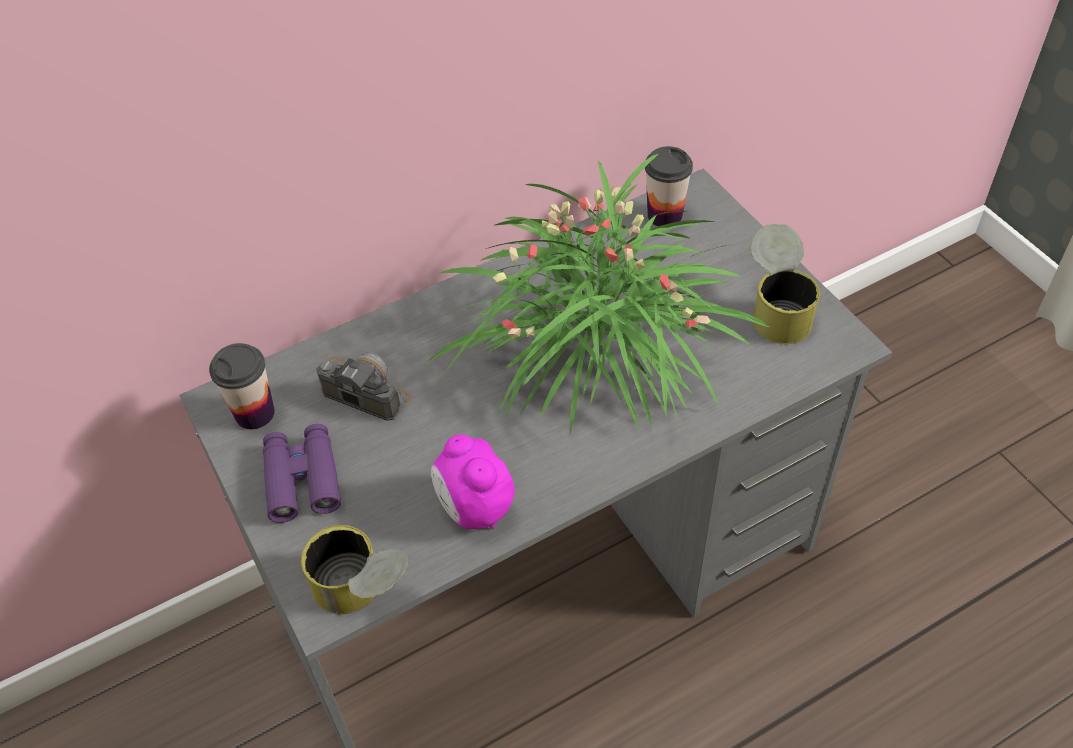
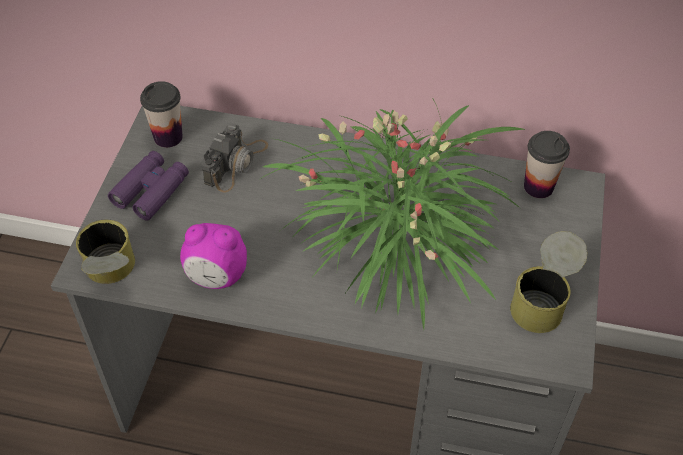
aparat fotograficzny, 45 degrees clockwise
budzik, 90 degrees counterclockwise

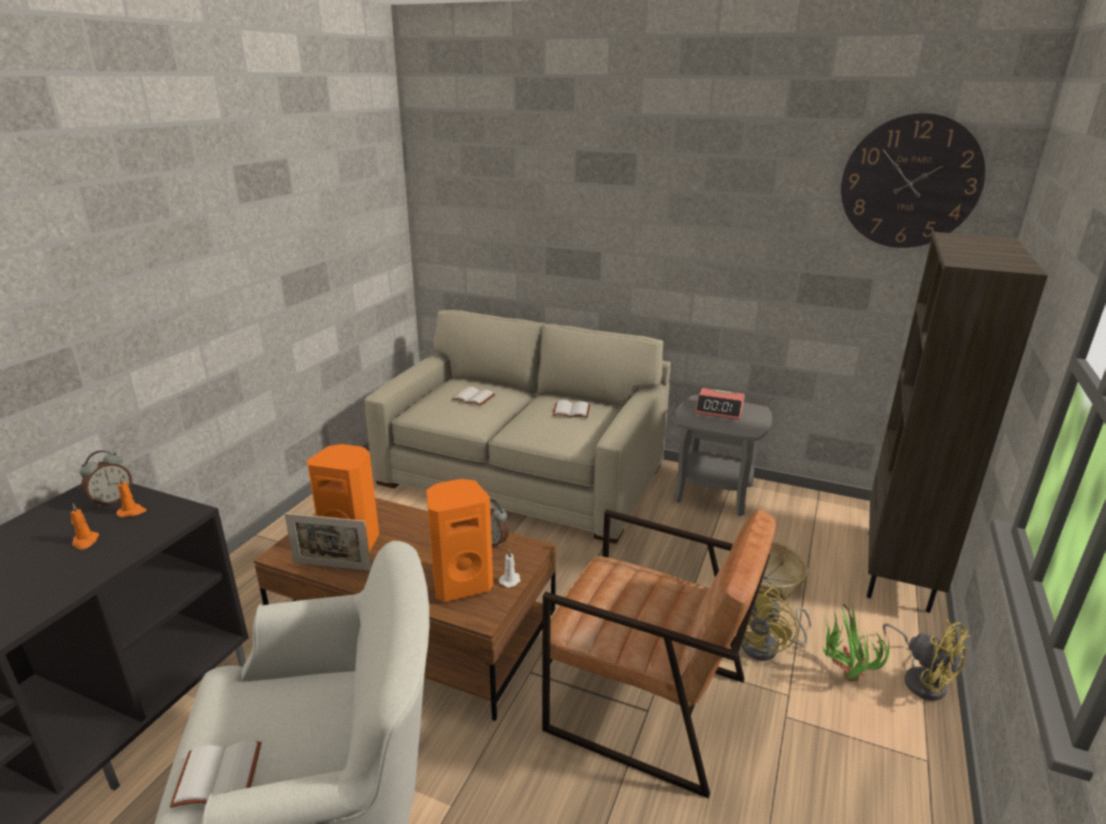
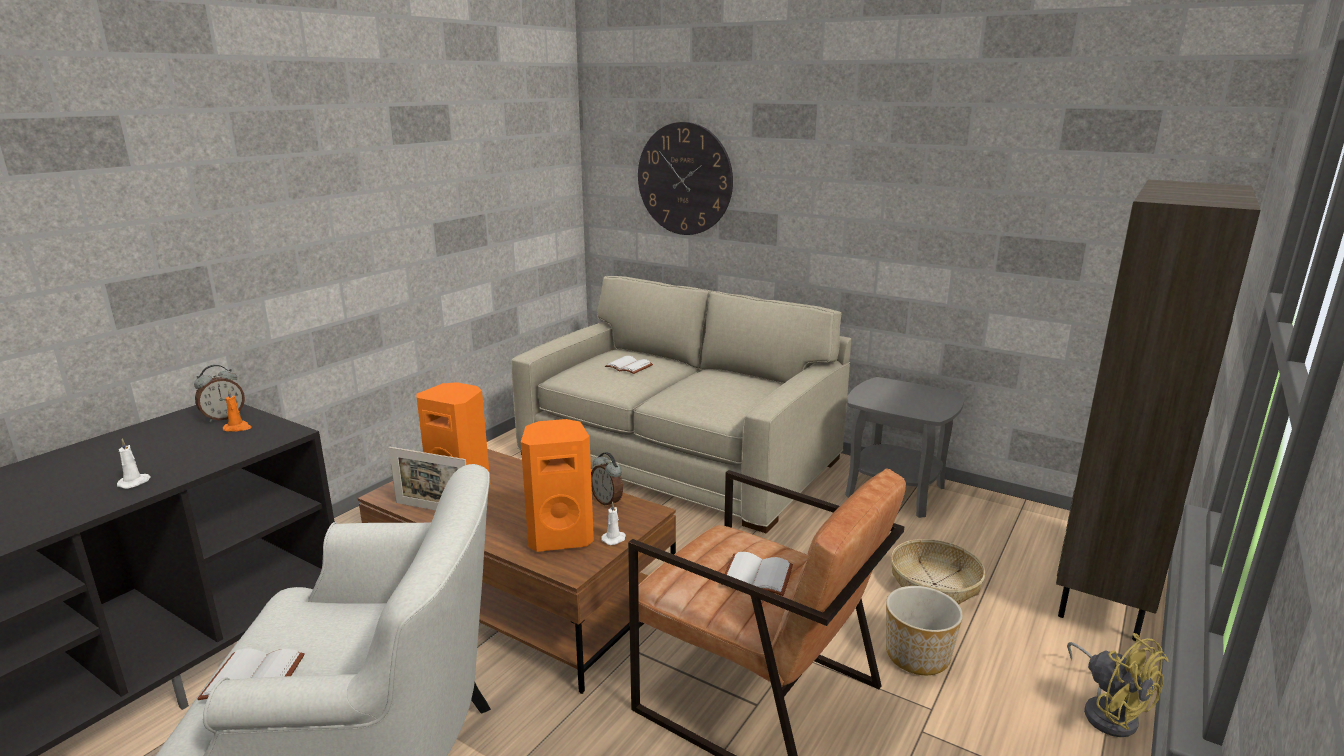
zegar ścienny, moved
budzik (3rd from left) → -
książka/biały (3rd from left), moved
świeca/pomarańczowy (1st from left) → -
wentylator/żółty (1st from left) → donica
roślina doniczkowa → -
- → świeca/biały (1st from left)

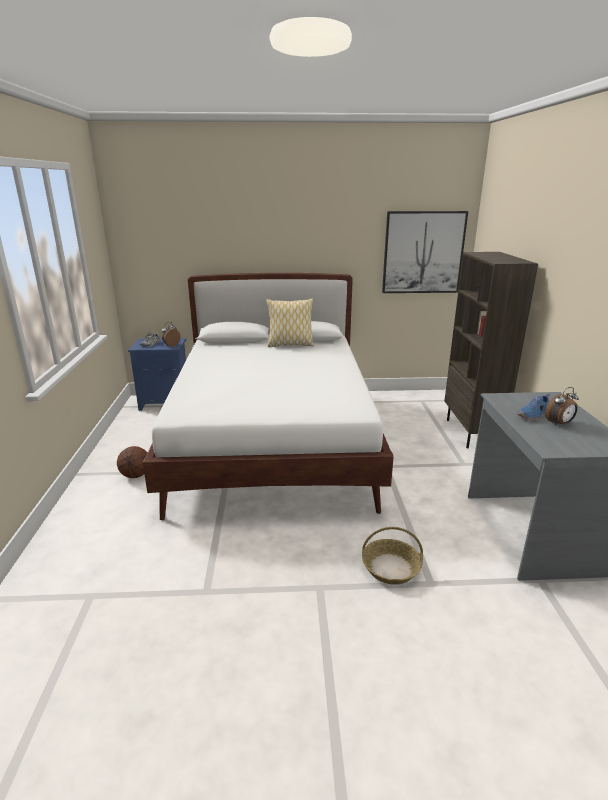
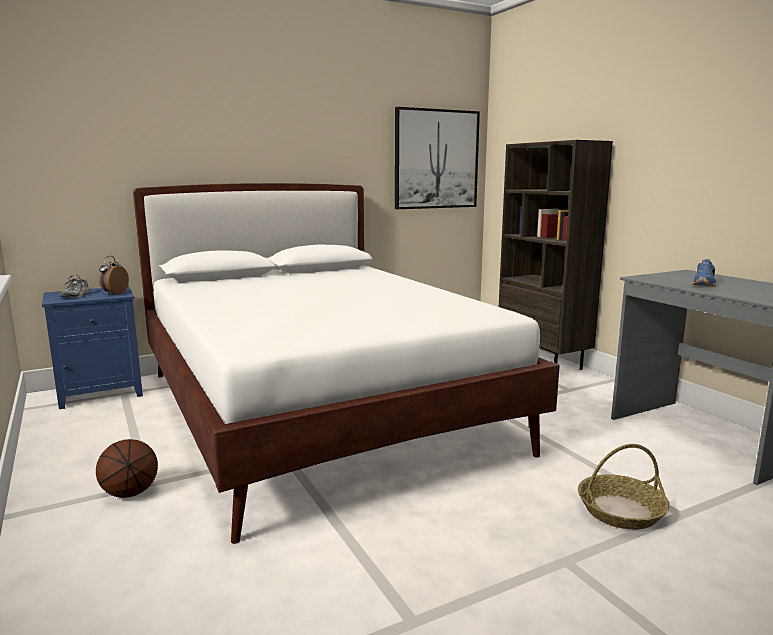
poduszka → -
budzik (2nd from left) → -

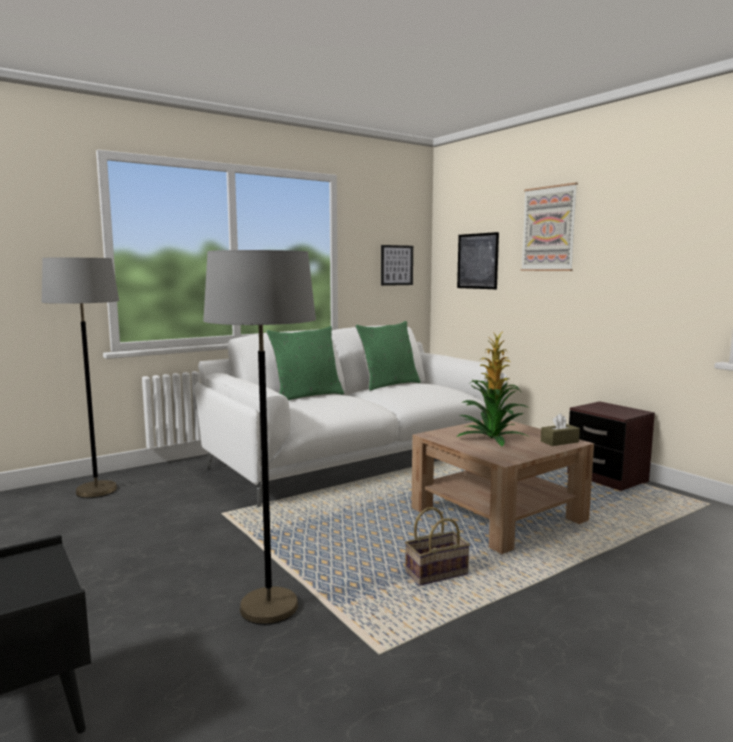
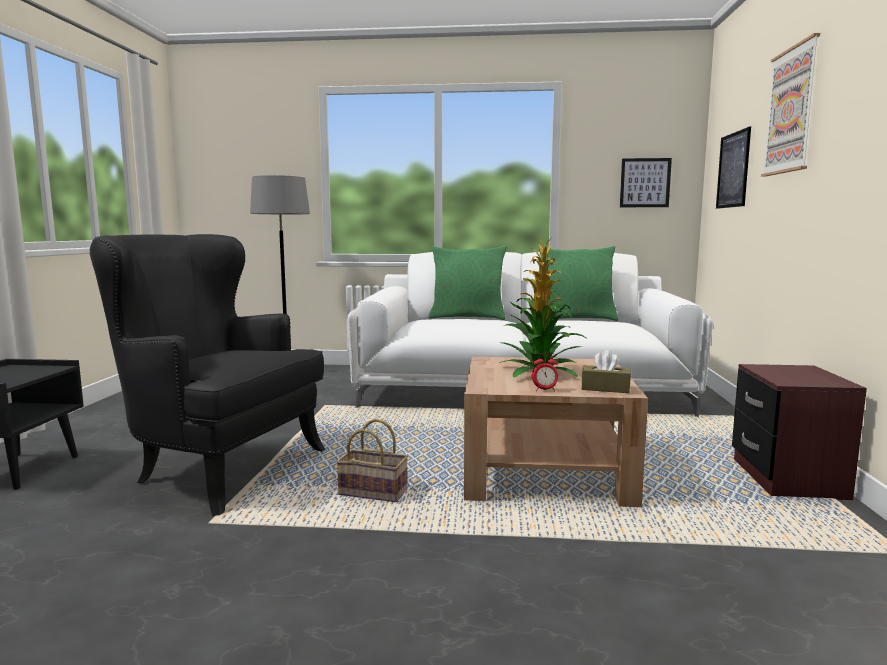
lampa stojąca/szary (2nd from left) → fotel/czarny
- → budzik

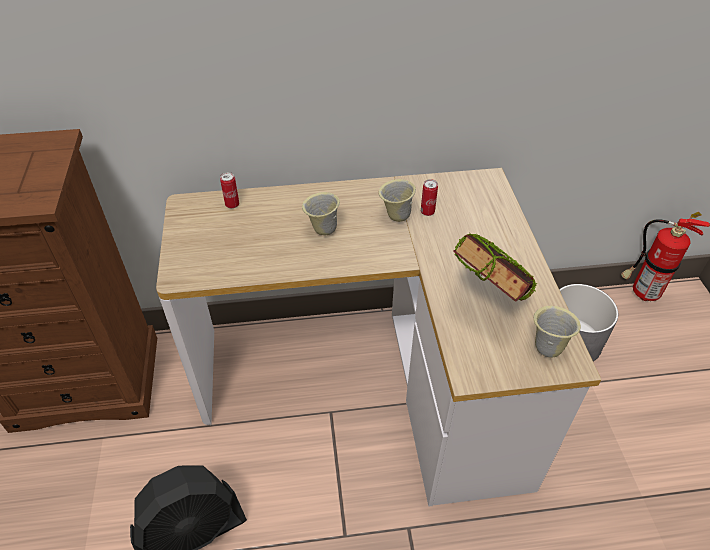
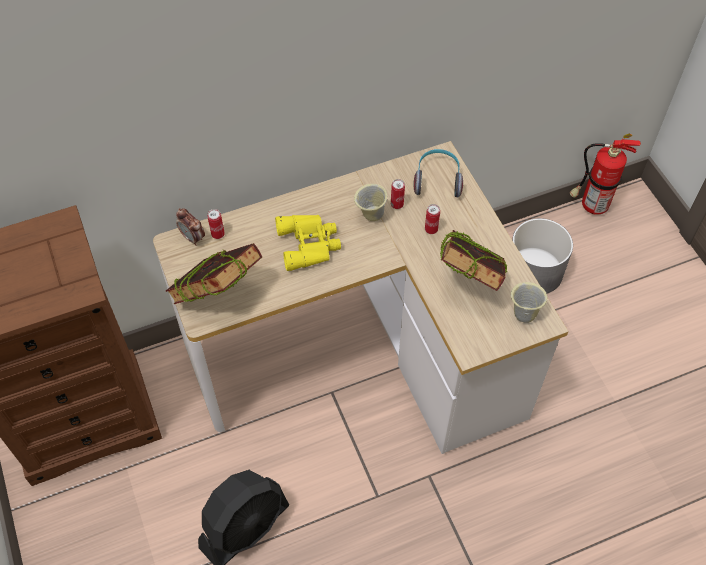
kubek/beżowy (1st from left) → lornetka/żółty
- → słuchawki
- → puszka (3rd from left)
- → budzik
- → książka (1st from left)

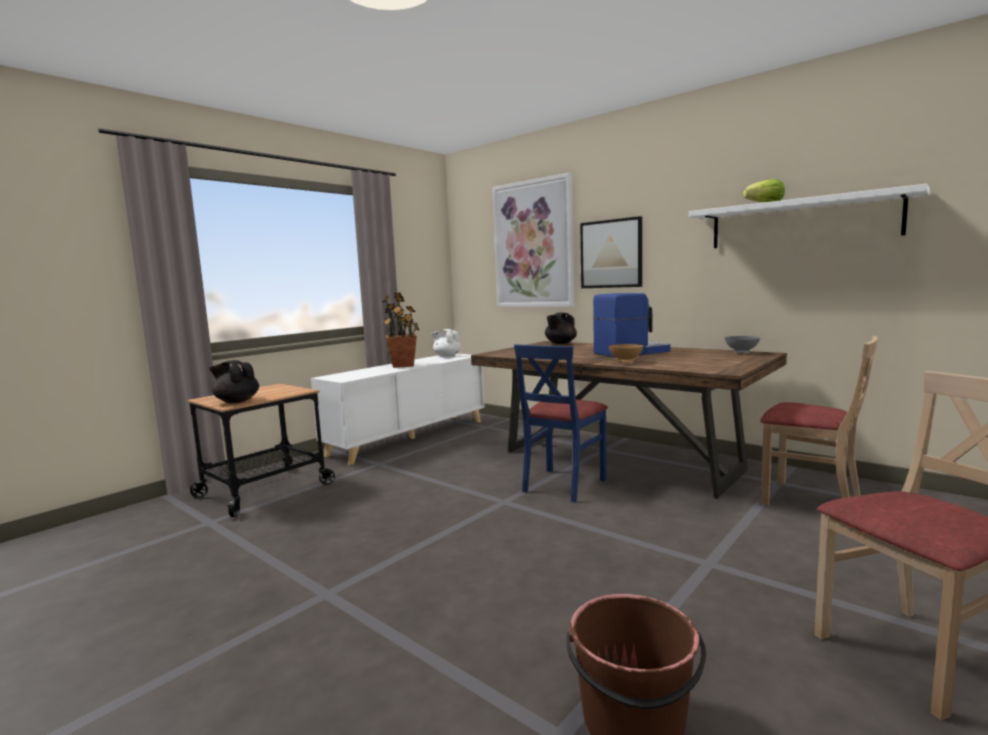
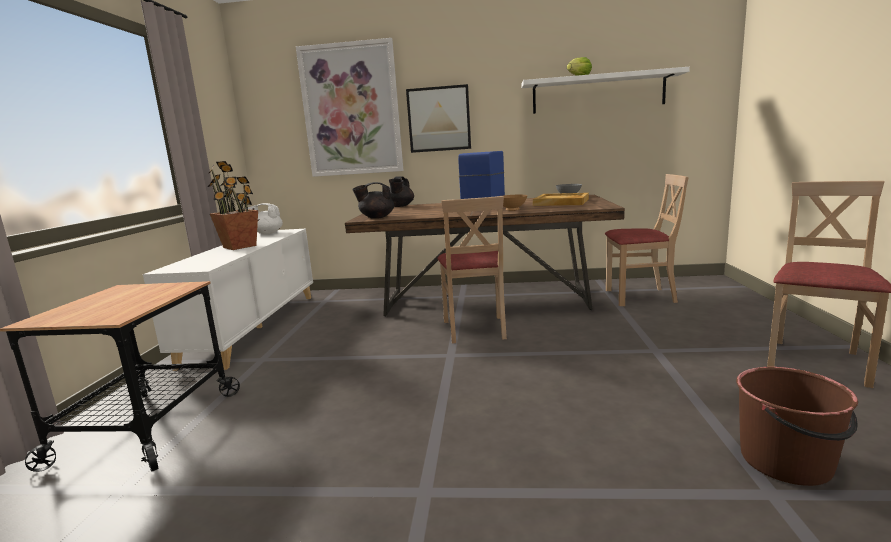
krzesło/niebieski → krzesło/beżowy (1st from left)
imbryk/czarny (1st from left), moved
- → taca/beżowy

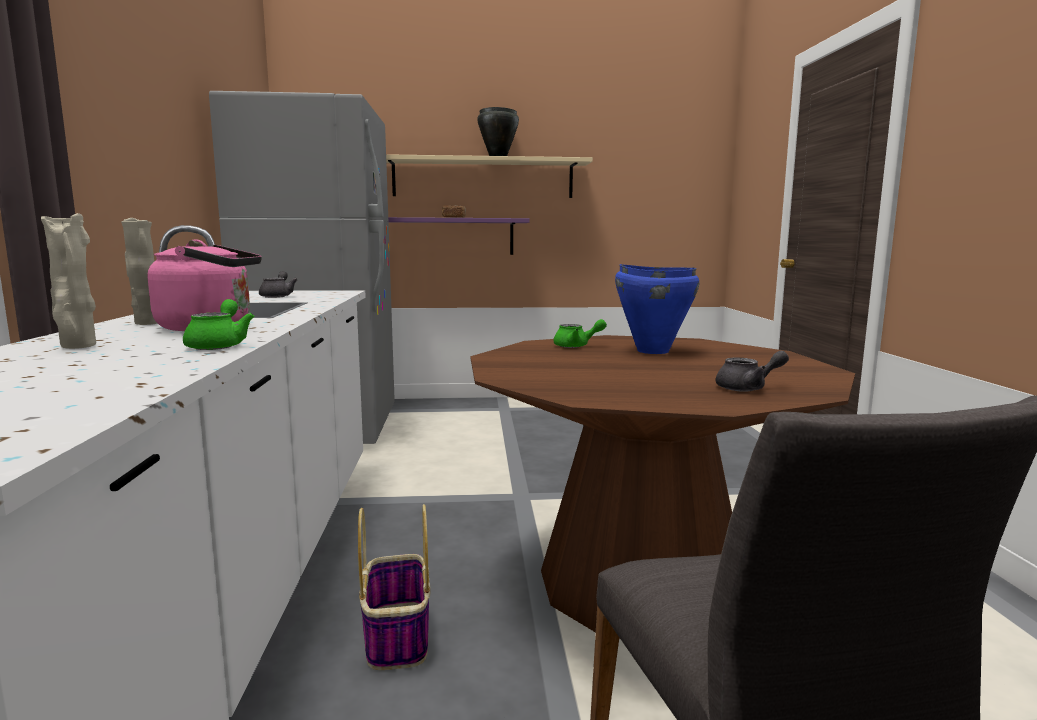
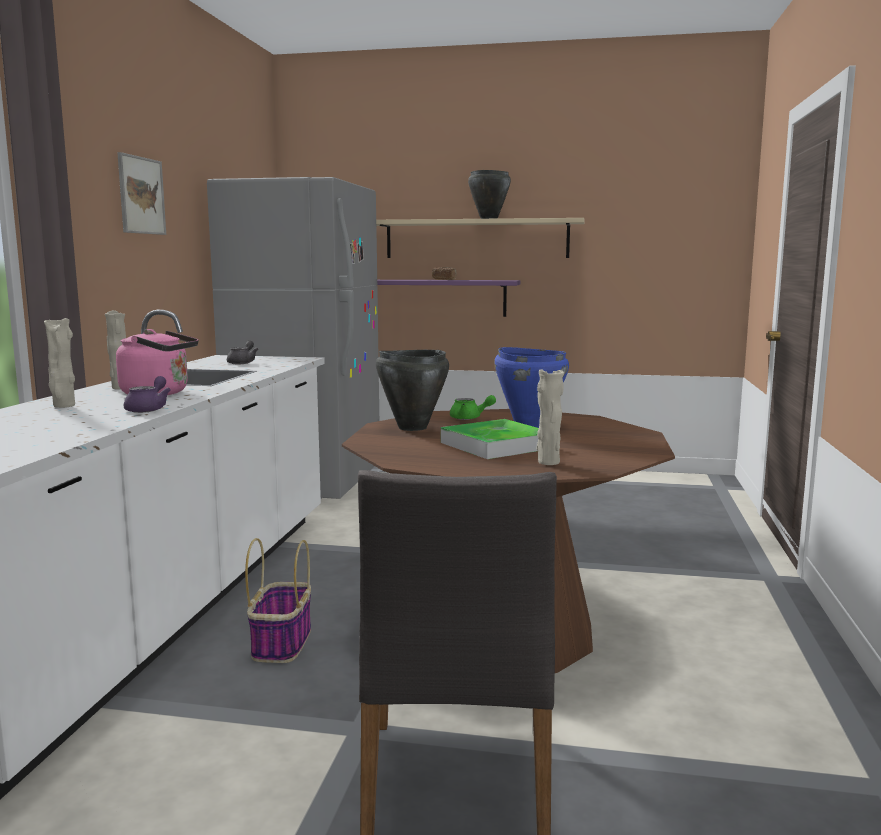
imbryk/zielony (1st from left) → imbryk/fioletowy
imbryk/szary (2nd from left) → wazon/beżowy (3rd from left)
- → obraz
- → garnek/czarny (1st from left)
- → taca

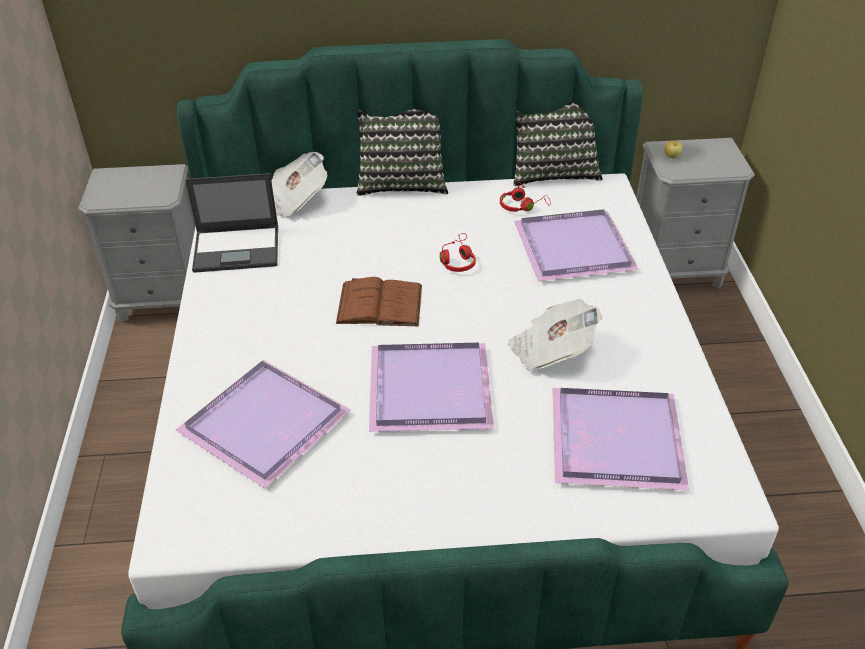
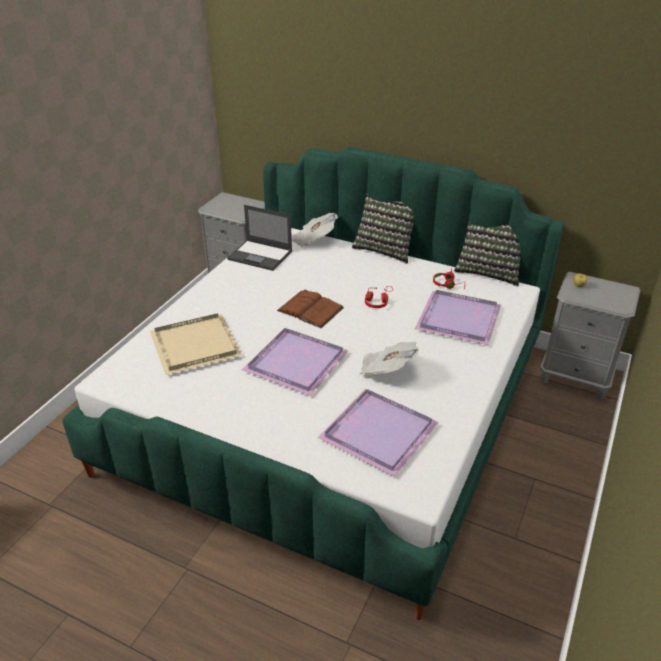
taca/fioletowy (1st from left) → taca/beżowy

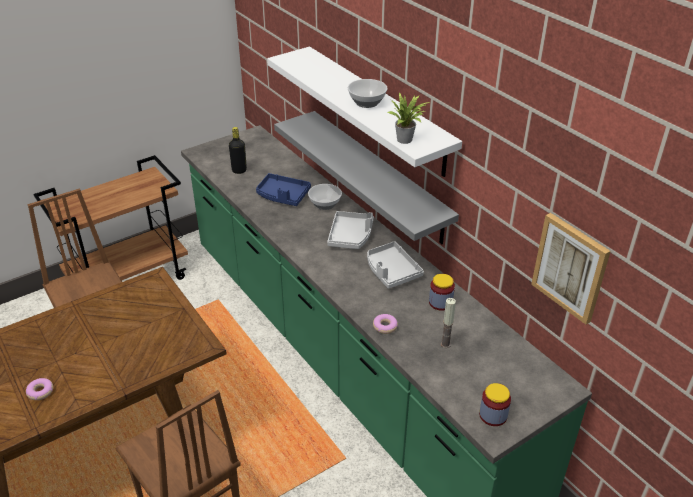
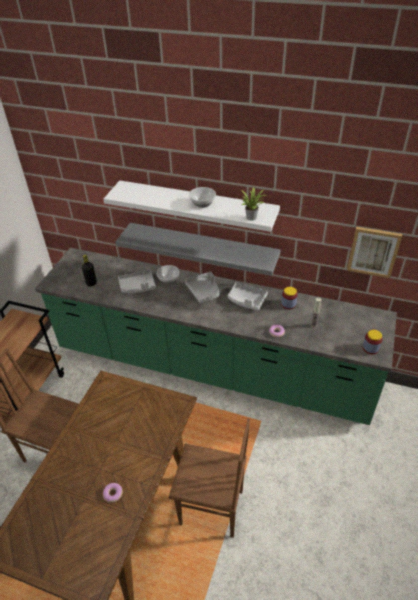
taca/niebieski → taca/szary (1st from left)

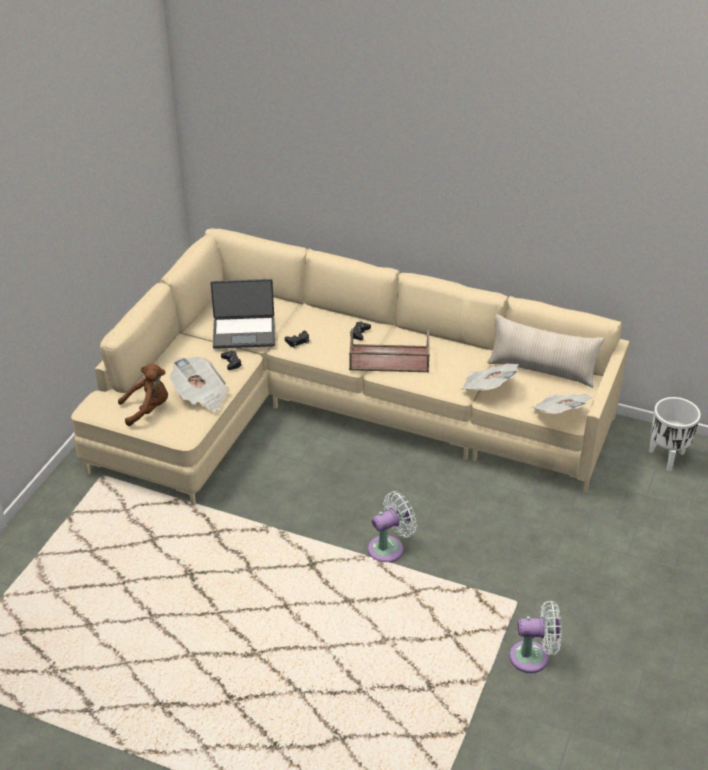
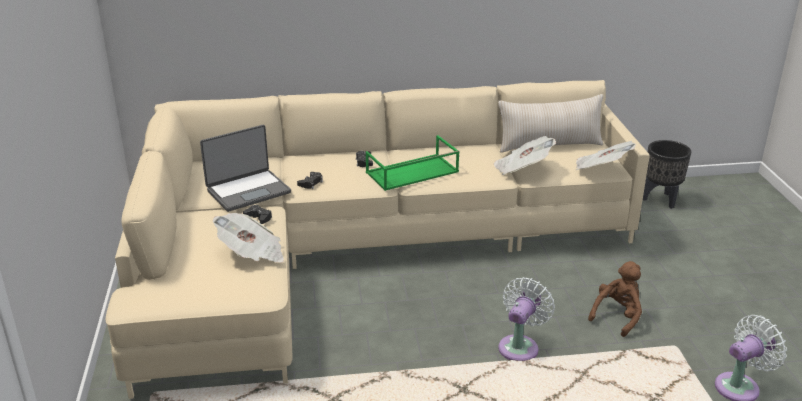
taca/brązowy → taca/zielony
pluszak/brązowy, moved
donica/biały → donica/czarny

